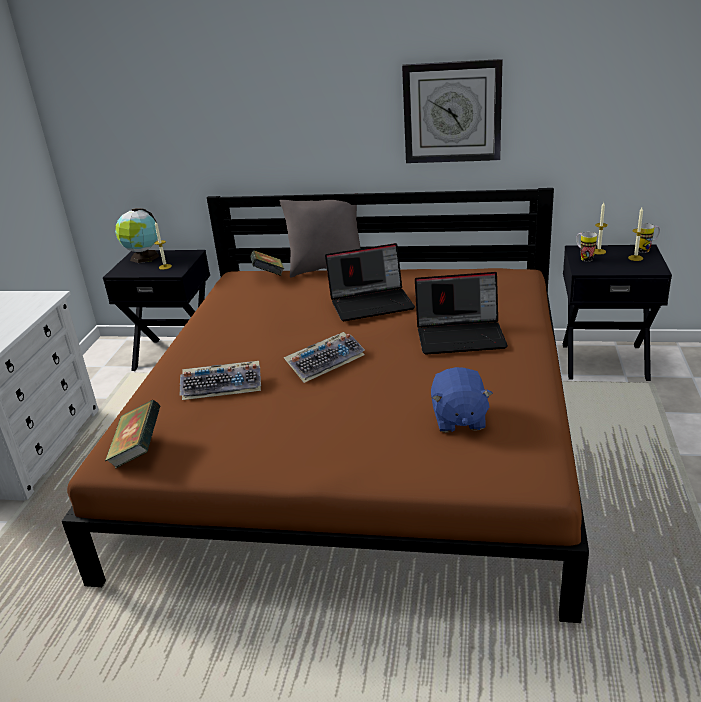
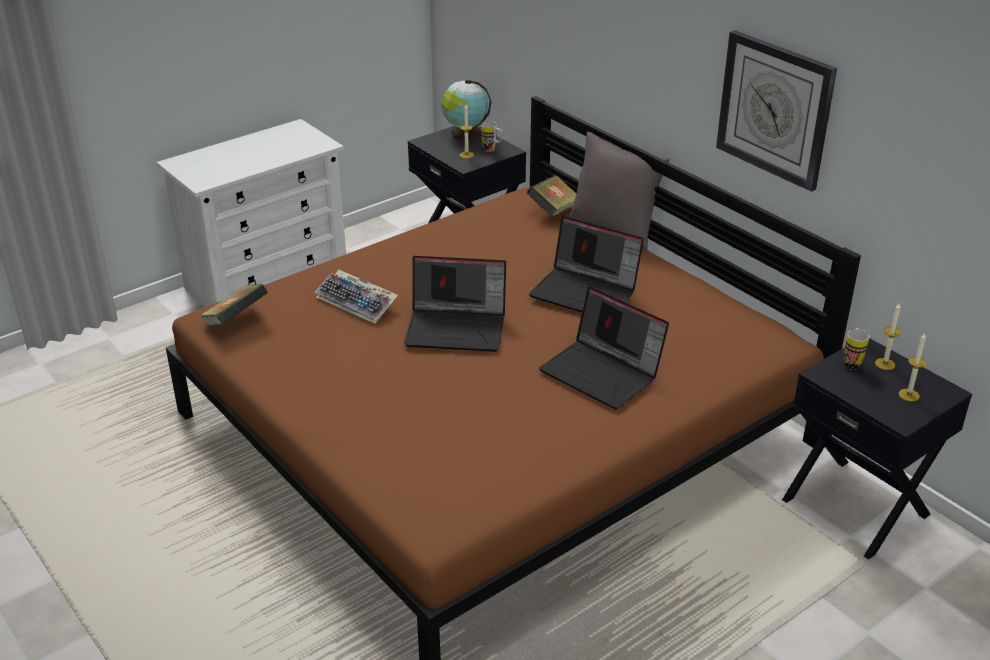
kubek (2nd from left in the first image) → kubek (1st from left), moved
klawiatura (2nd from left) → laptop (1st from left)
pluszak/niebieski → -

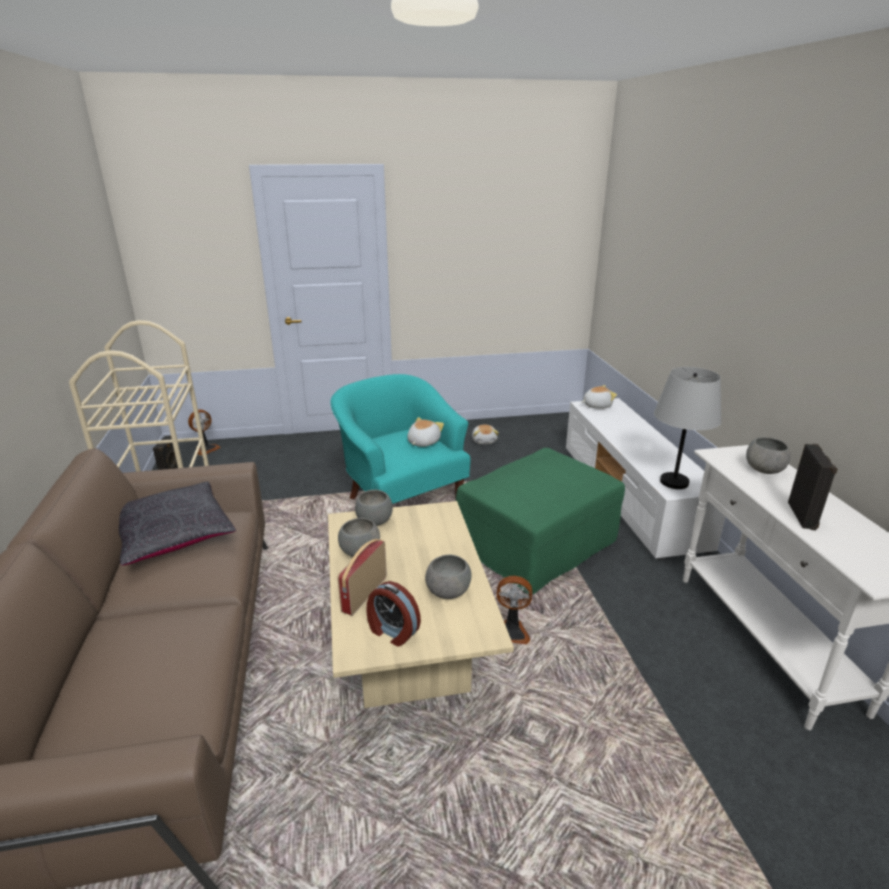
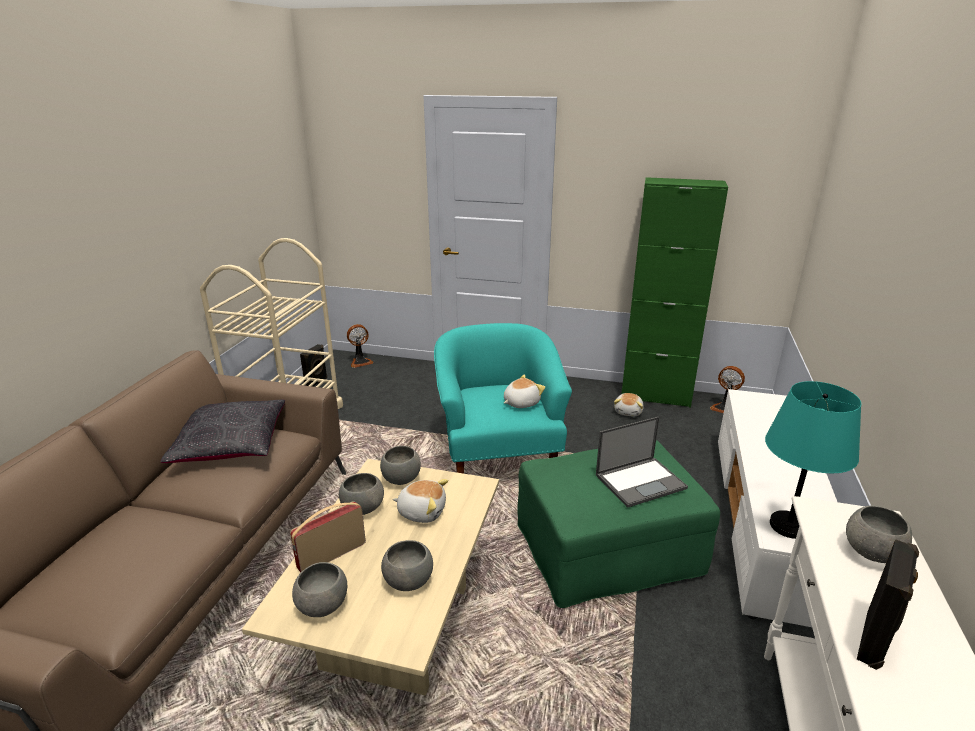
lampa stołowa/szary → lampa stołowa/turkusowy
pluszak (3rd from left in the first image) → pluszak (1st from left), moved
wentylator (2nd from left), moved
budzik → miska/szary (1st from left)
- → szafka/zielony
- → laptop

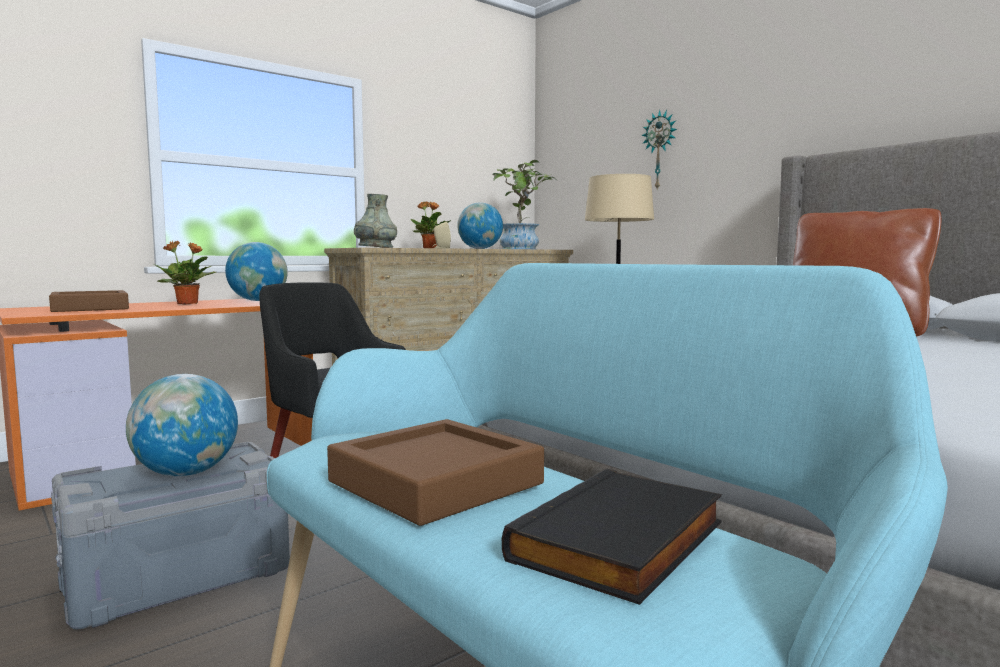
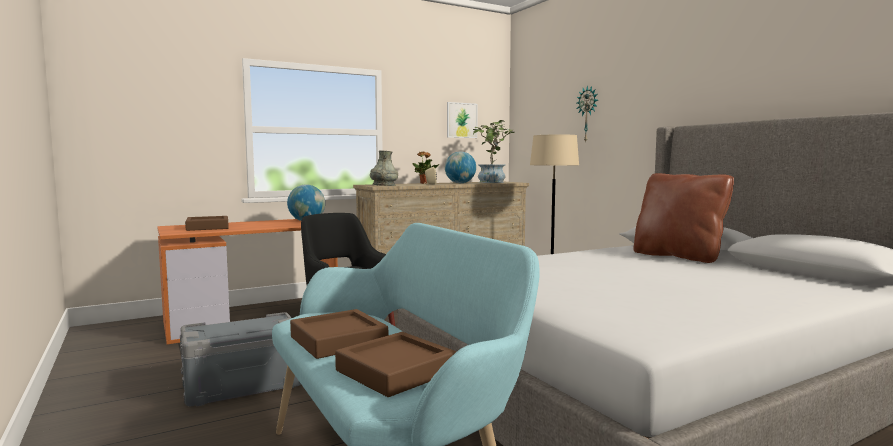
roślina doniczkowa (1st from left) → -
globus (1st from left) → -
książka/czarny → taca/brązowy (3rd from left)
- → obraz

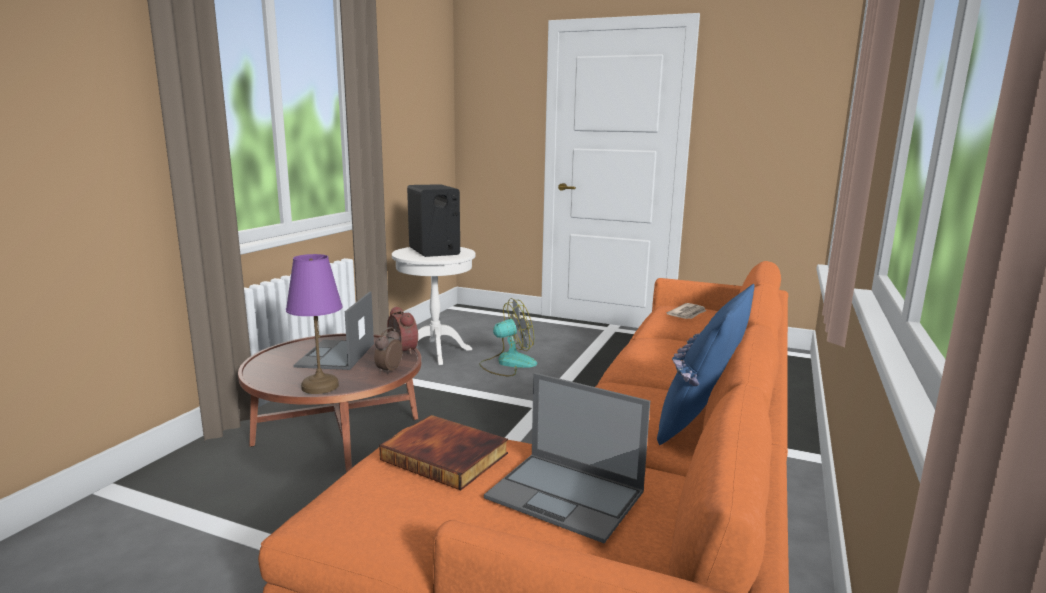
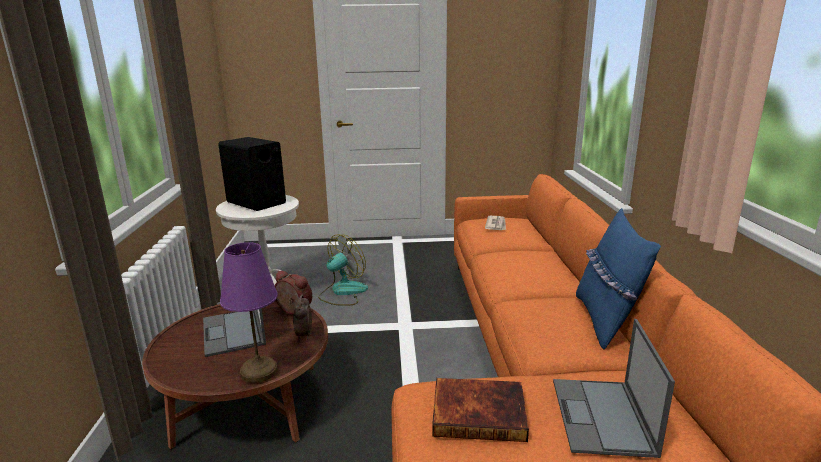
laptop (2nd from left), 90 degrees clockwise

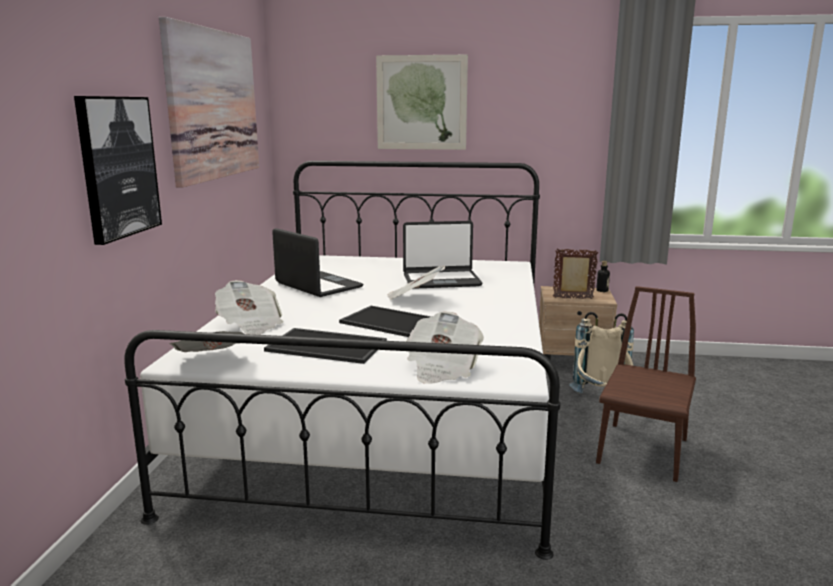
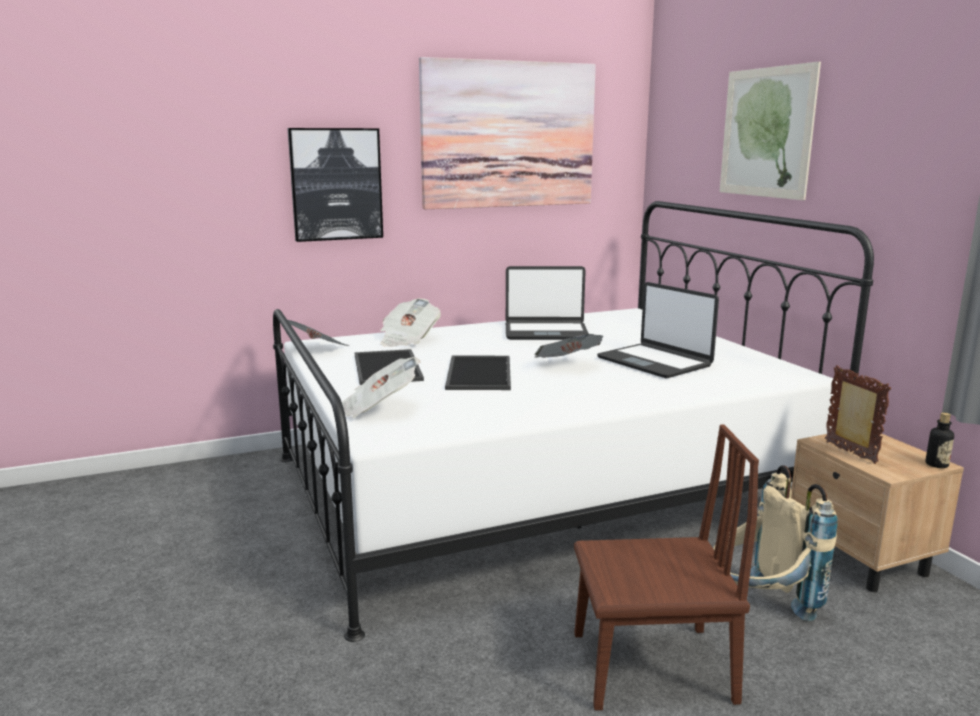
laptop (1st from left), 75 degrees clockwise

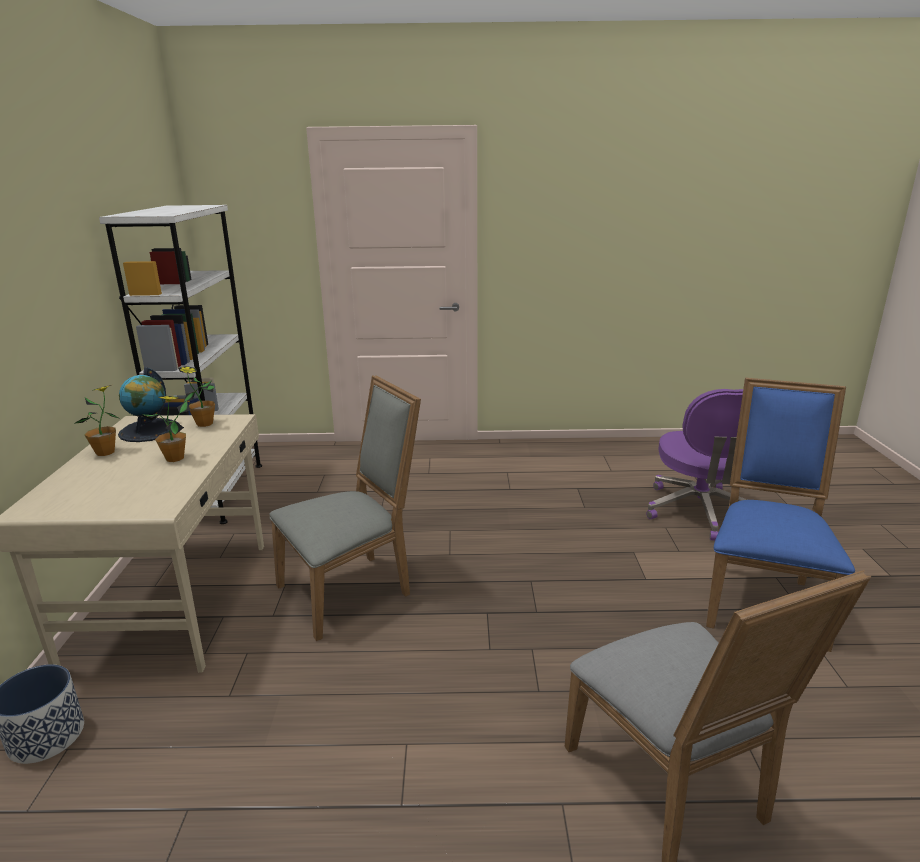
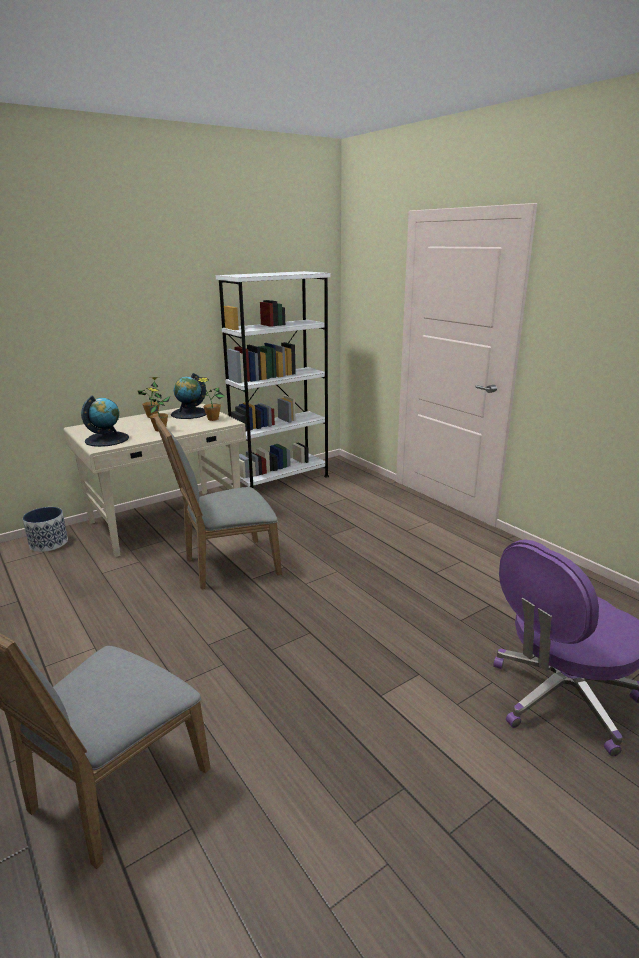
krzesło/szary (1st from left in the first image) → krzesło/szary (2nd from left), 135 degrees clockwise
krzesło/niebieski → -
- → globus (1st from left)

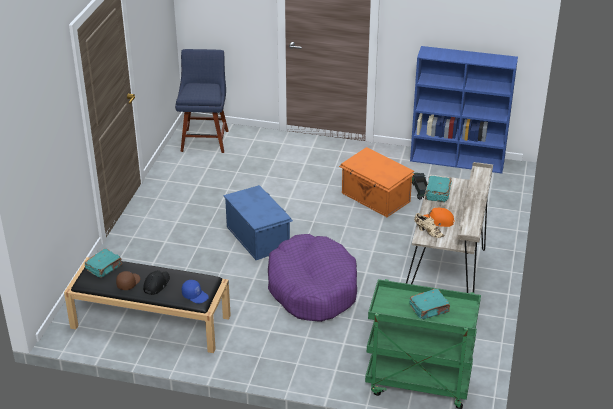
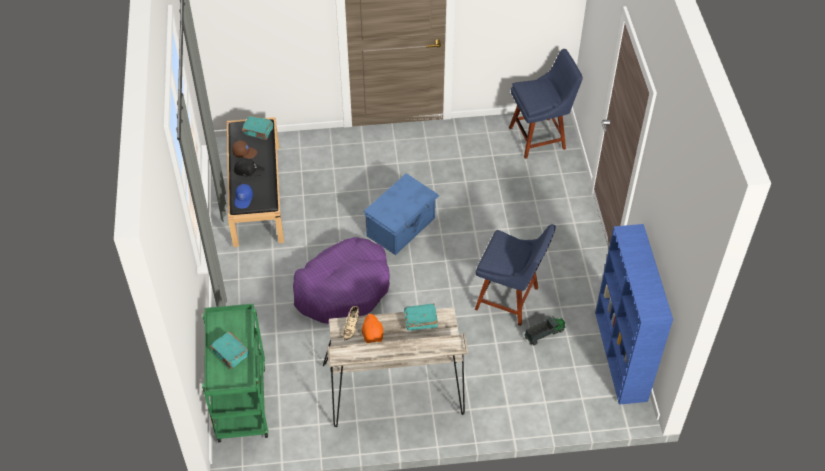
pojemnik do przechowywania/pomarańczowy → krzesło/niebieski (1st from left)

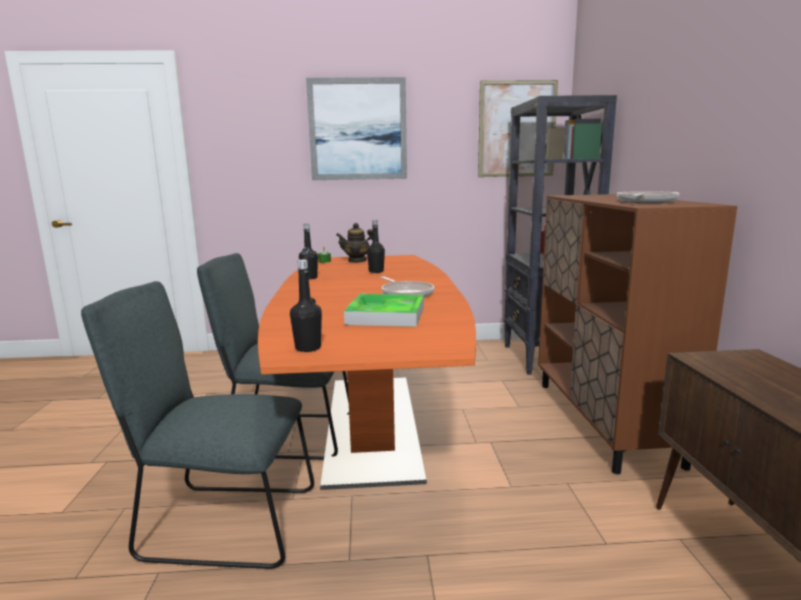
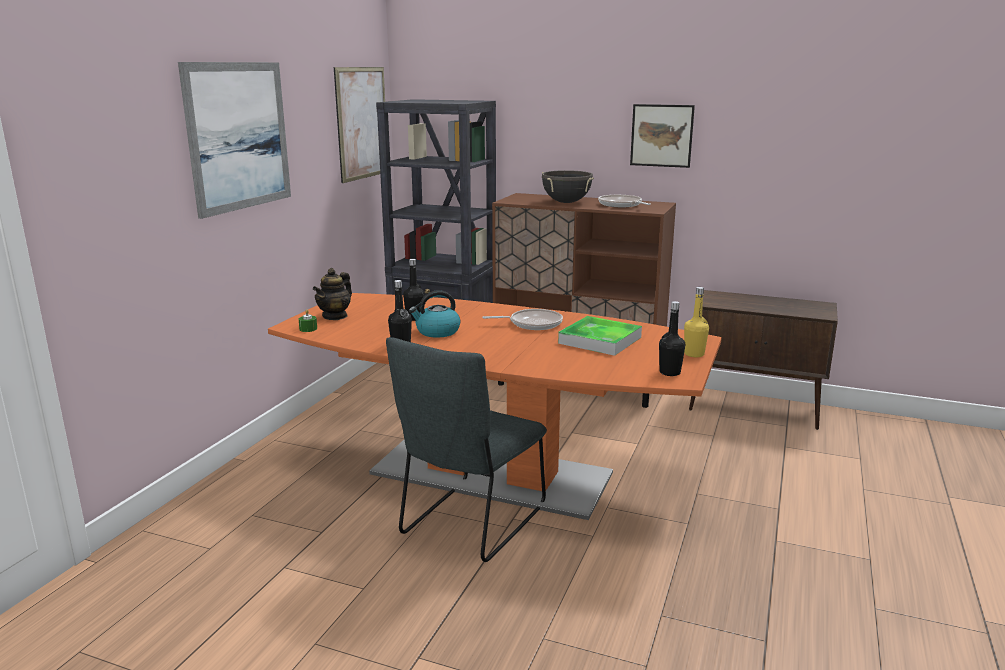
krzesło/szary (1st from left) → -
- → obraz (3rd from left)
- → garnek/czarny
- → butelka/żółty
- → czajnik

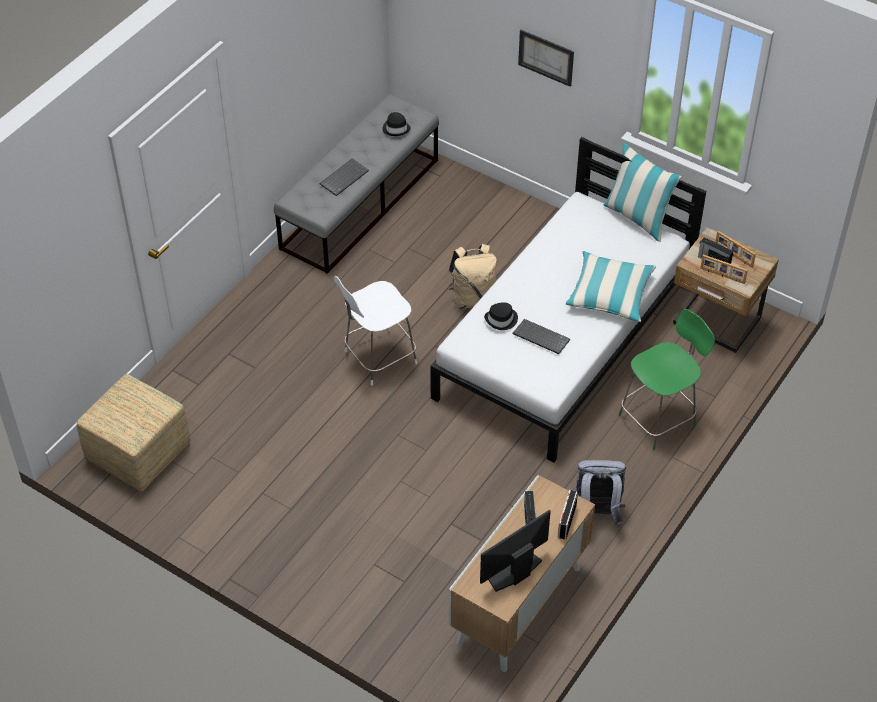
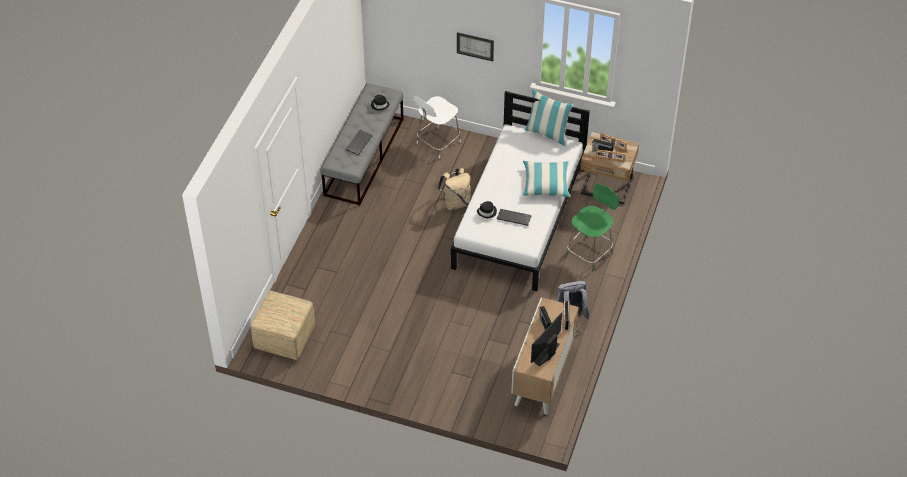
krzesło/biały, moved

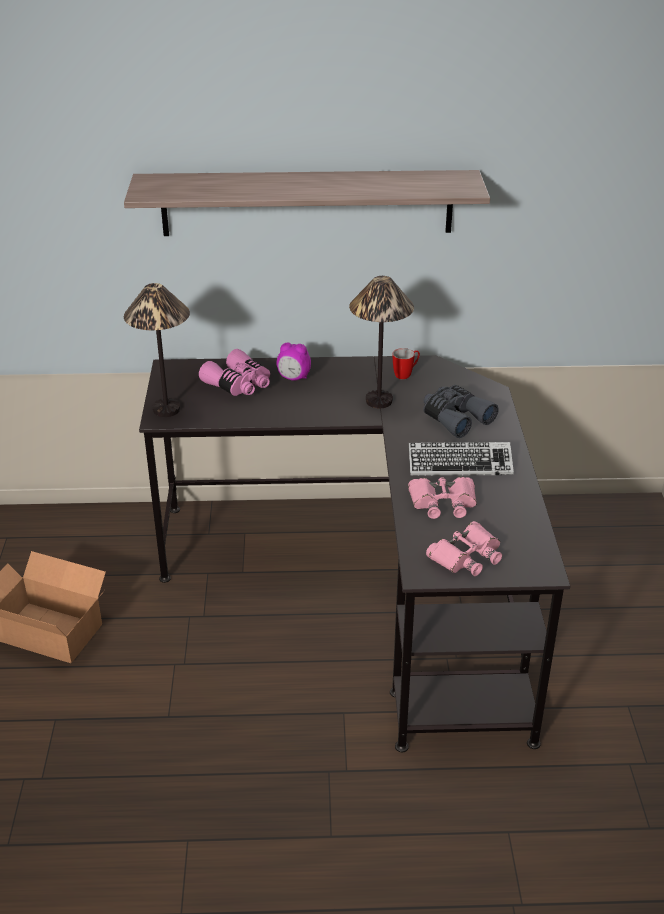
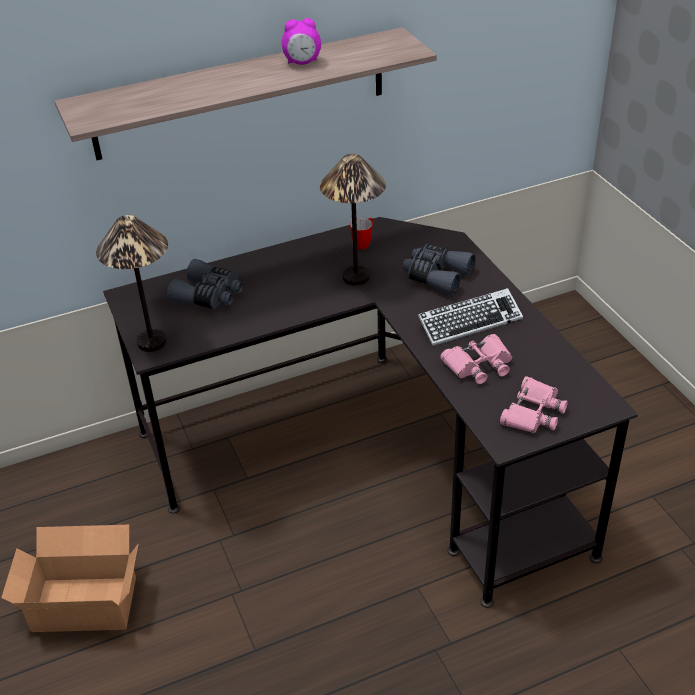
budzik, moved
lornetka/różowy (1st from left) → lornetka/szary (1st from left)

